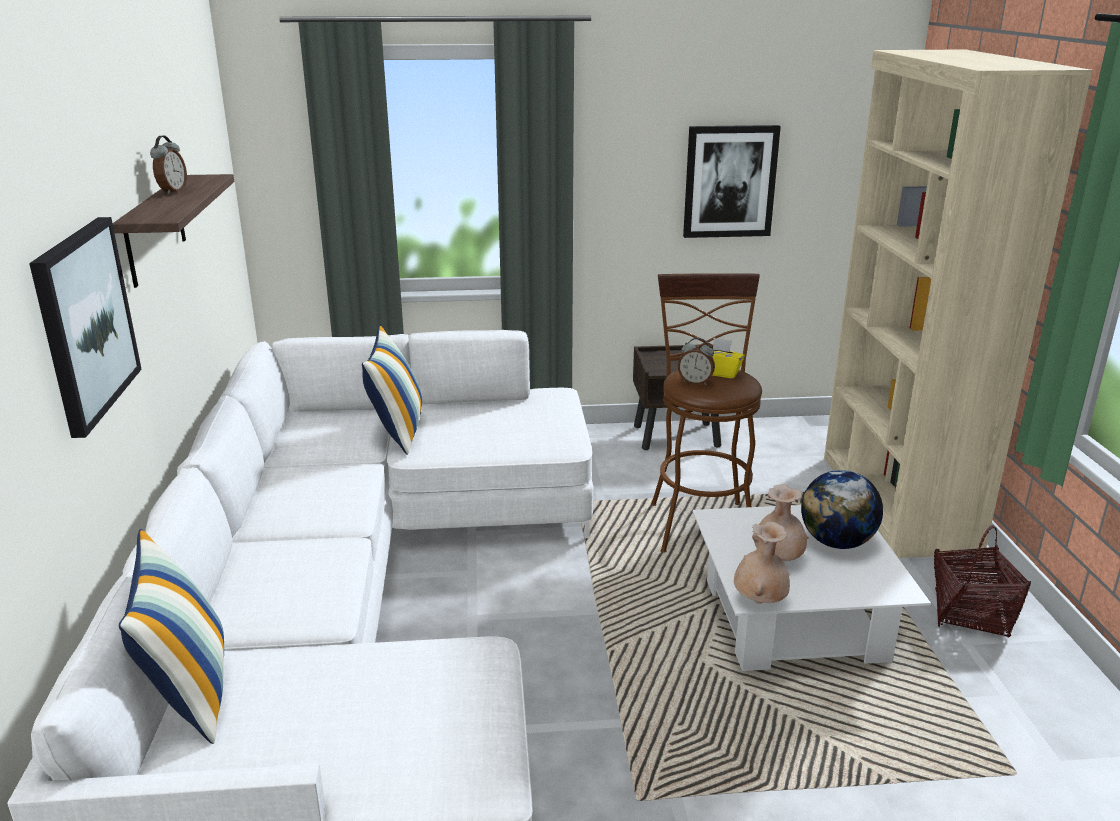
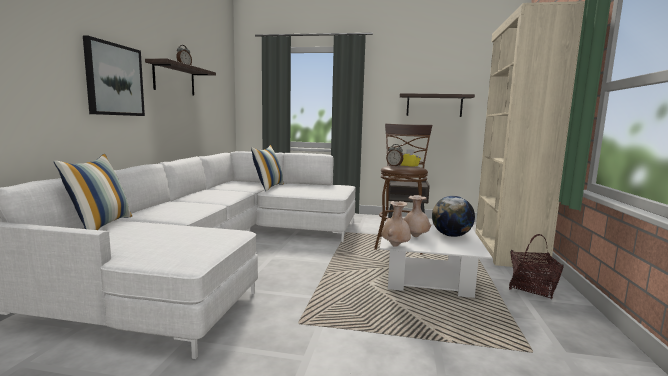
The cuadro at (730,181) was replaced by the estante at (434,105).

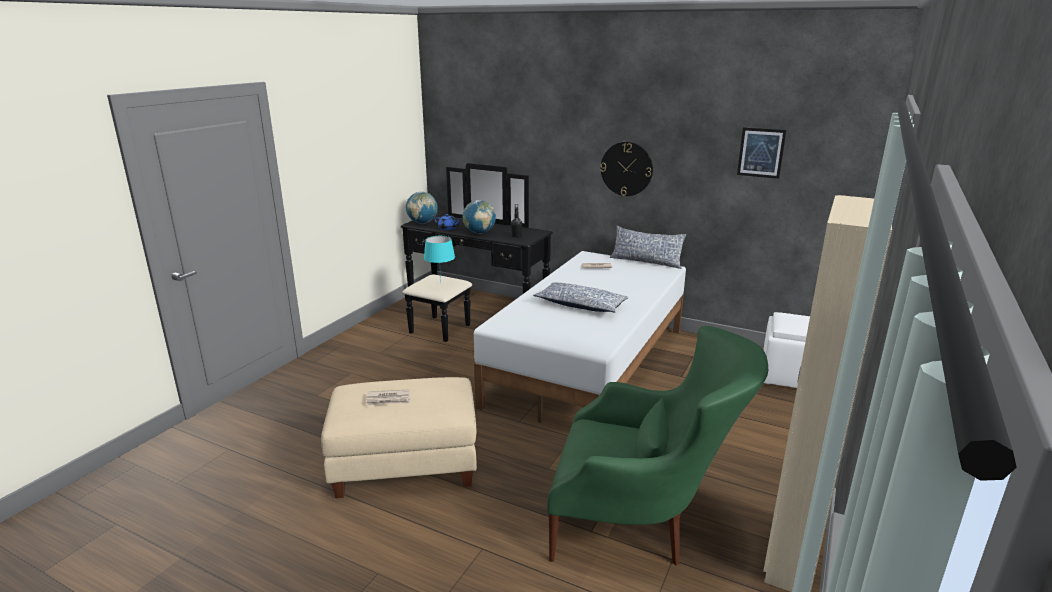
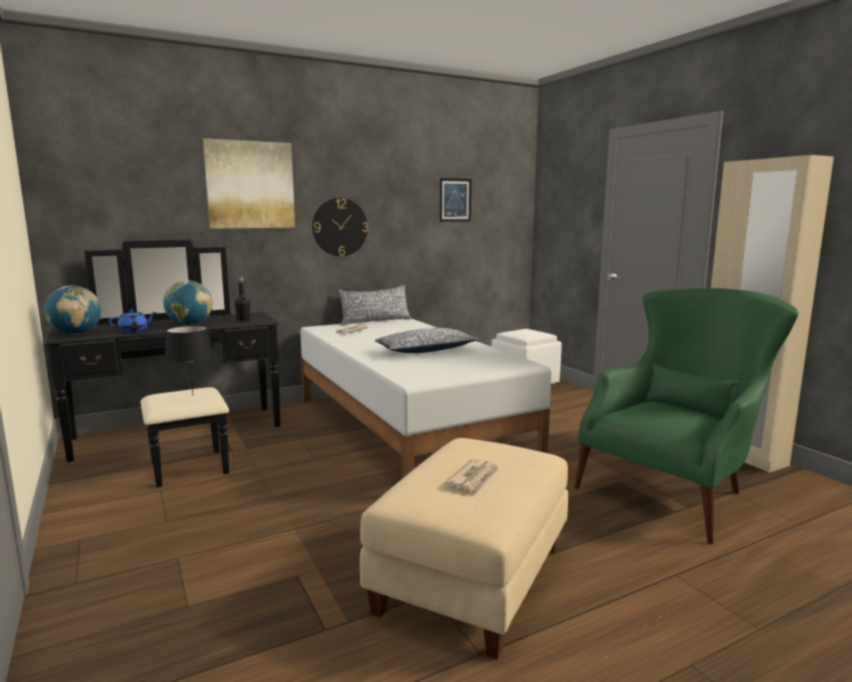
The cuadro at (250,185) appeared. The lámpara de mesa/turquesa at (440,284) became the lámpara de mesa/negro at (192,396).

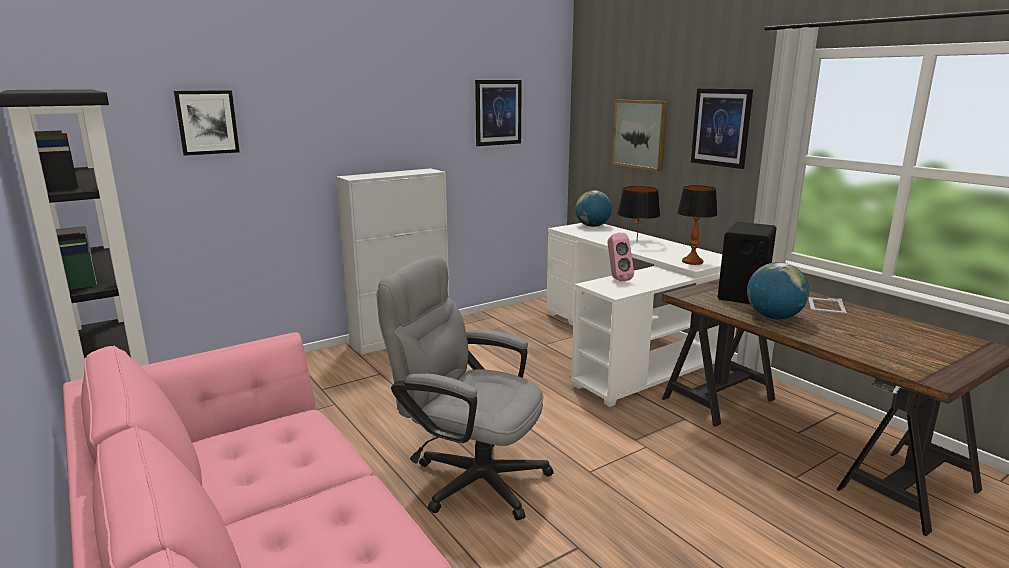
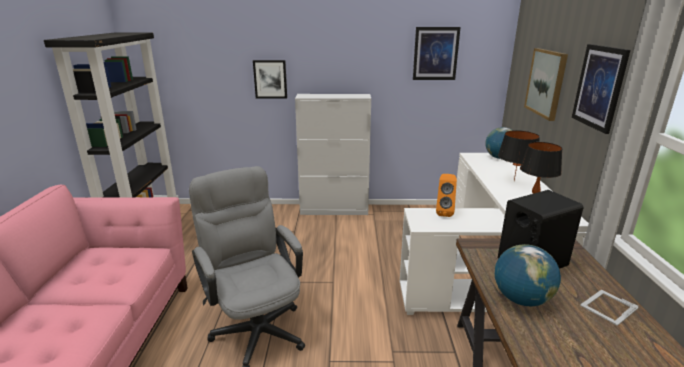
The cuadro moved from (207,122) to (270,79). The altavoz/rosa at (617,279) became the altavoz/naranja at (444,212).

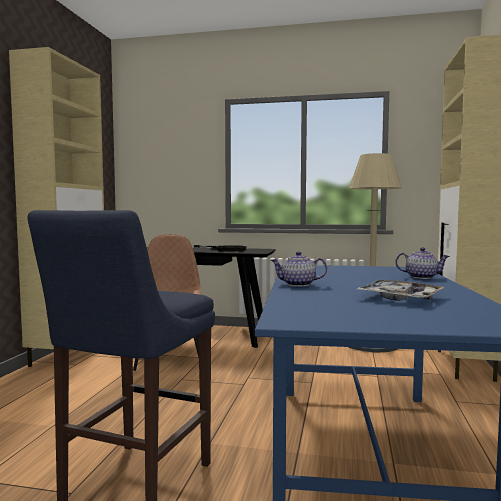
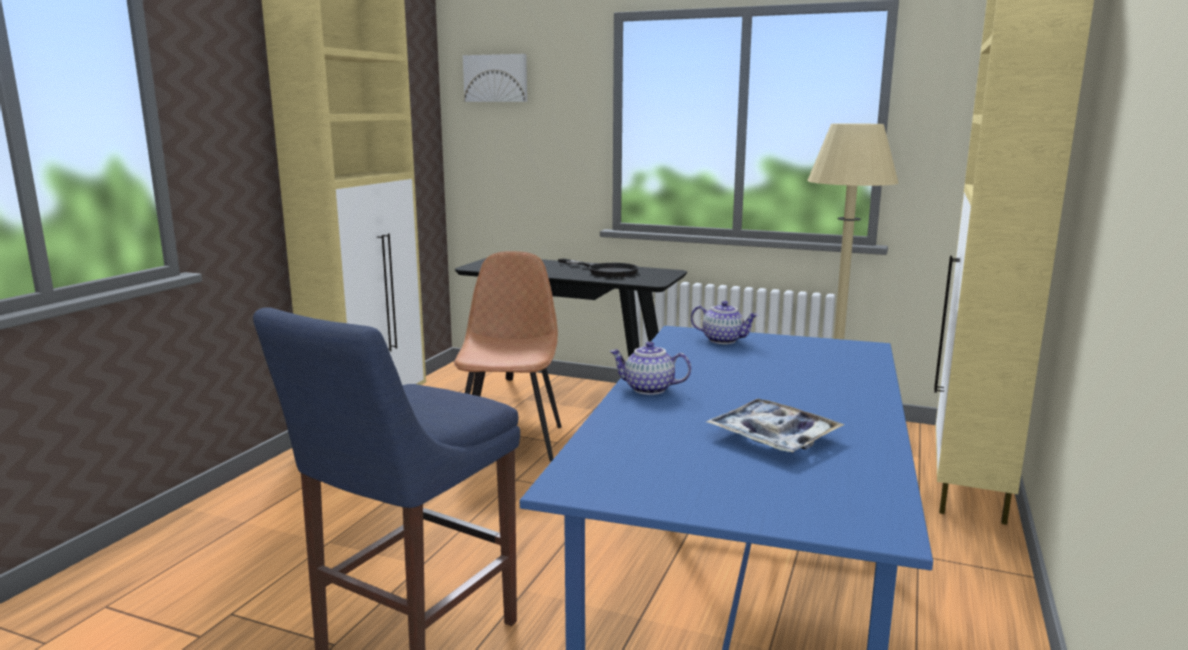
The cuadro at (496,78) appeared. The tetera moved from (421,277) to (723,340).

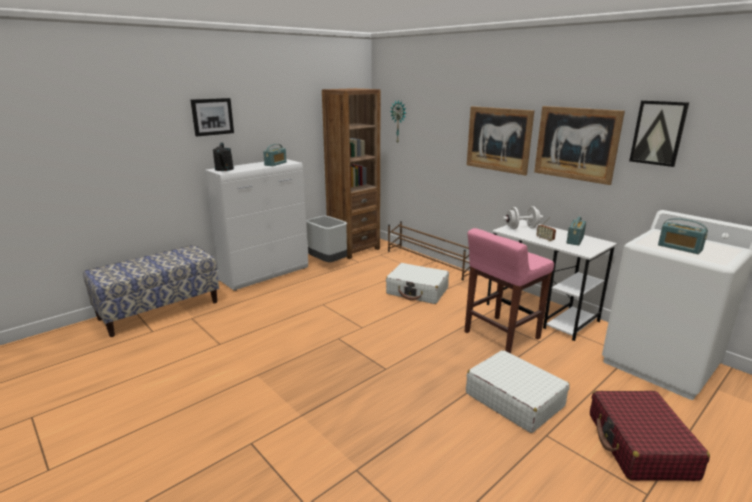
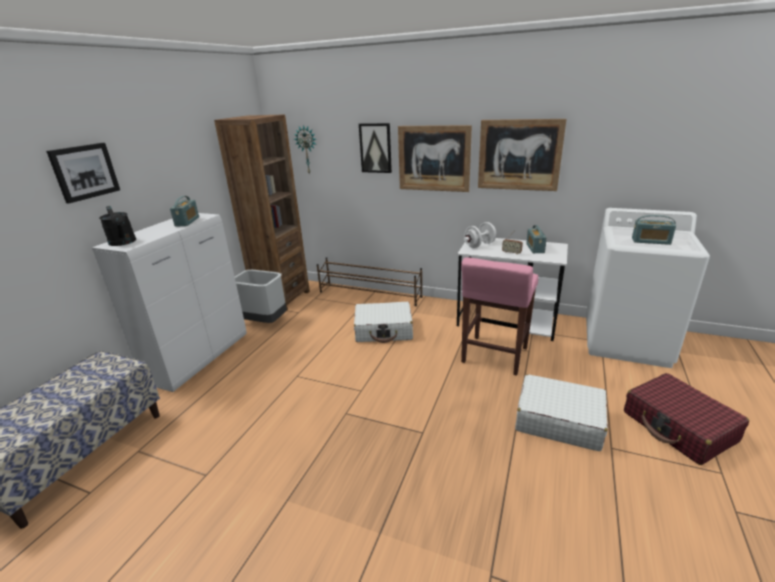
The cuadro moved from (658,133) to (375,148).

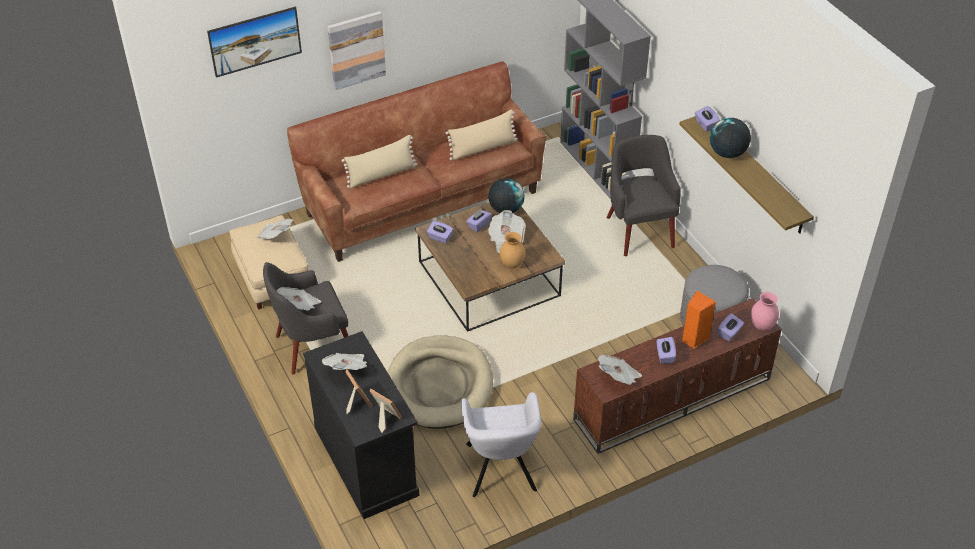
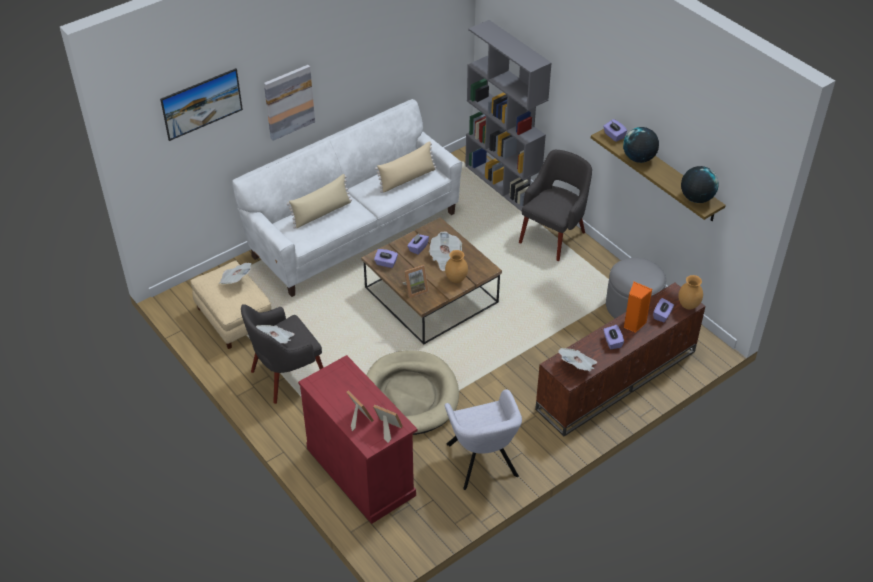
The periódico at (347,369) disappeared. The portarretratos at (415,289) appeared. The globo terráqueo moved from (506,209) to (696,198). The sofá/marrón at (422,203) became the sofá/blanco at (354,234). The armario/negro at (366,460) became the armario/rojo at (361,471). The florero/rosa at (762,326) became the florero/marrón at (688,306). The sillón/gris at (639,231) turned 60 degrees clockwise.

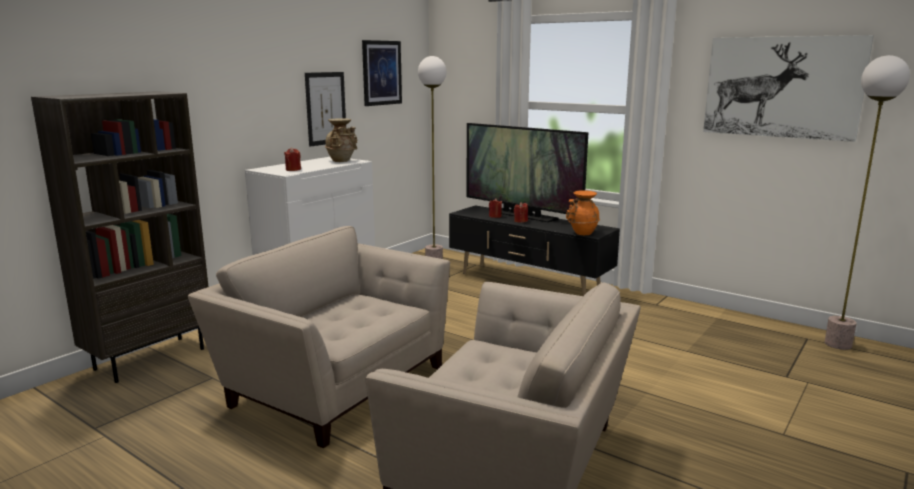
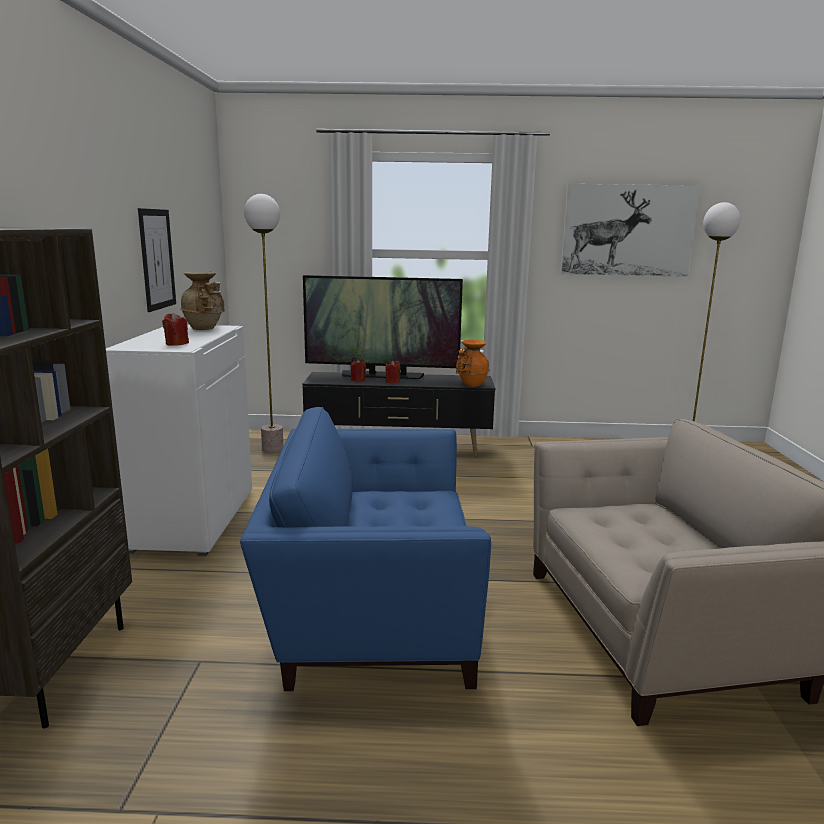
The cuadro at (381,73) disappeared. The sillón/beis at (335,383) became the sillón/azul at (371,610).

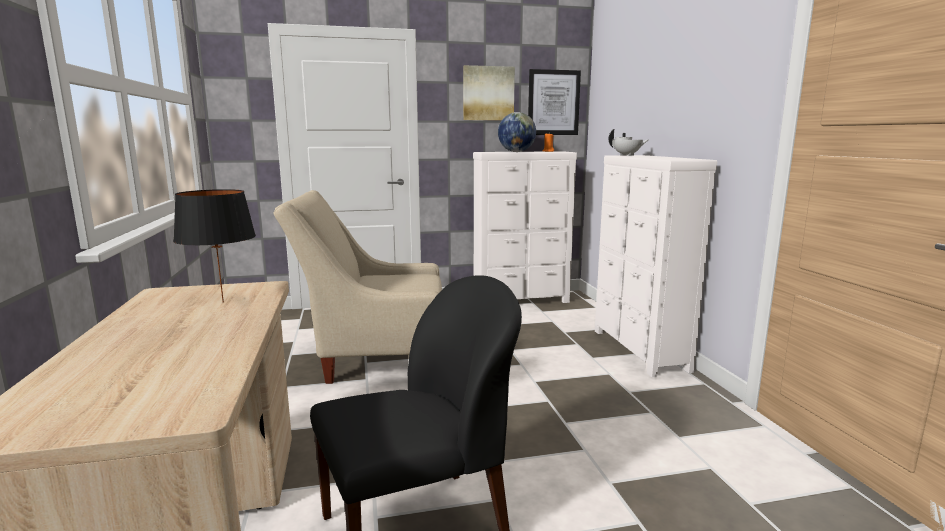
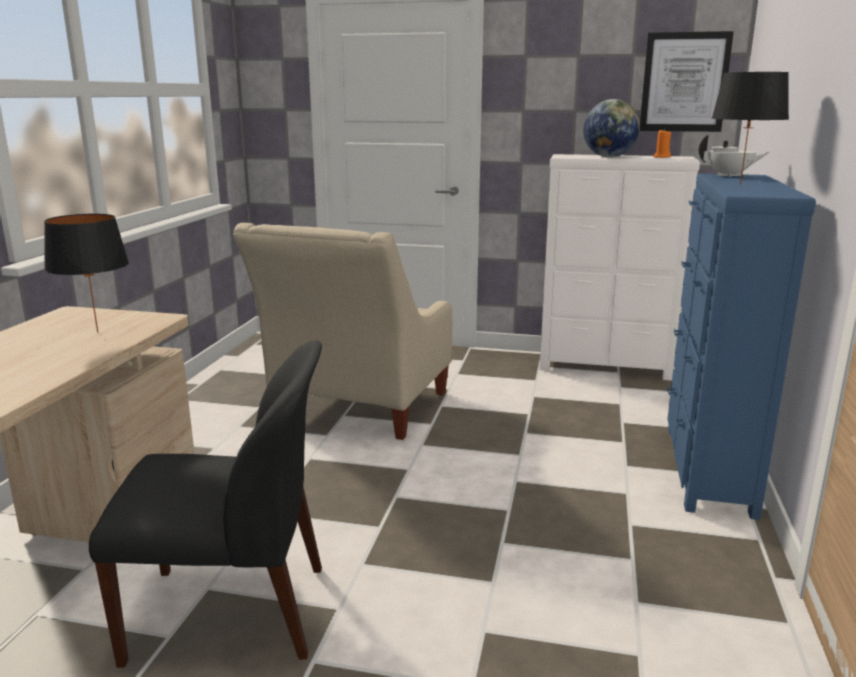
The cuadro at (488,93) disappeared. The lámpara de mesa/negro at (741,184) appeared. The cómoda/blanco at (638,350) became the cómoda/azul at (706,469). The sillón/beis at (373,357) turned 90 degrees counterclockwise.

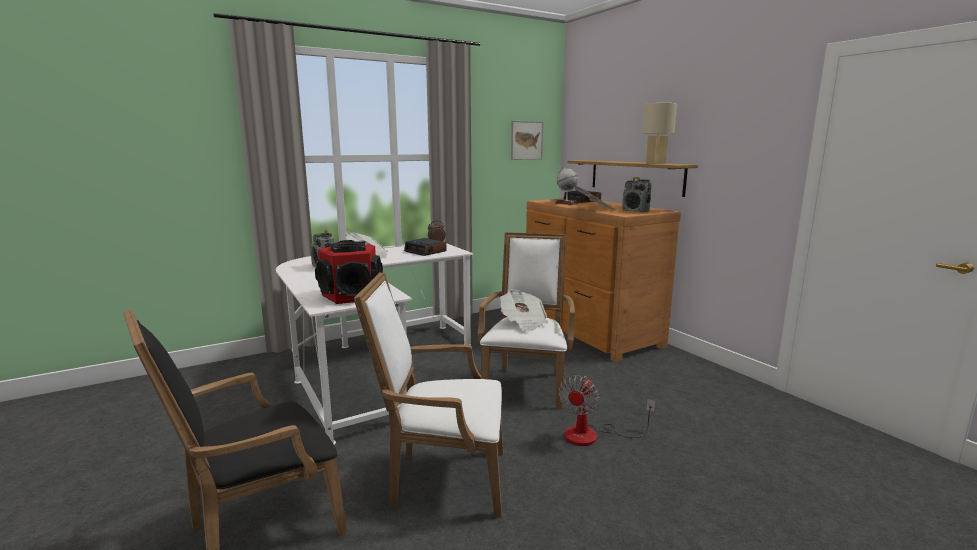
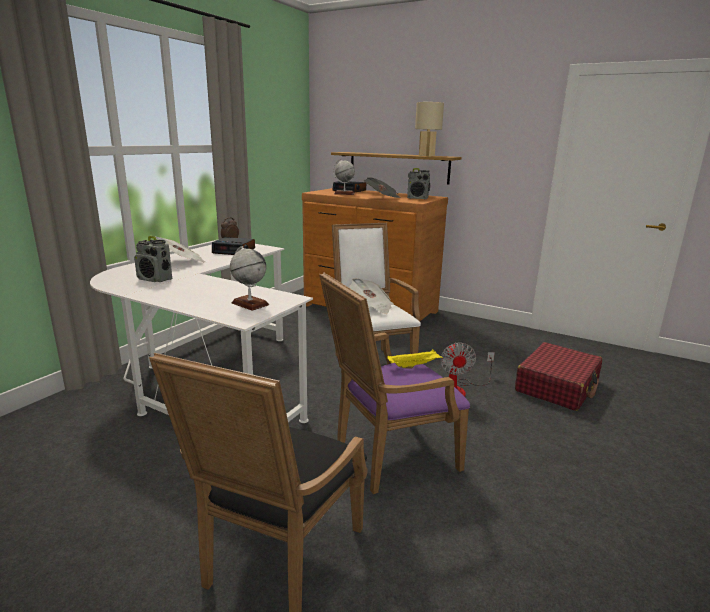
The cuadro at (526,140) disappeared. The bandeja/amarillo at (414,366) appeared. The maleta/rojo at (557,386) appeared. The altavoz at (352,295) was replaced by the globo terráqueo at (250,304). The sillón/blanco at (441,479) became the sillón/morado at (388,458).

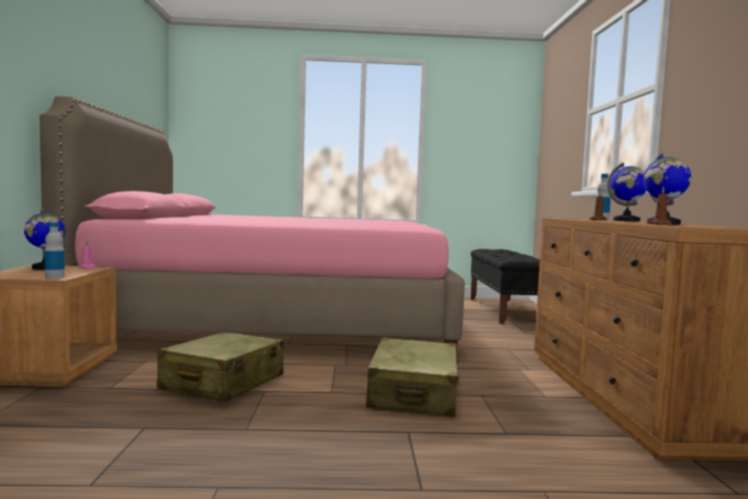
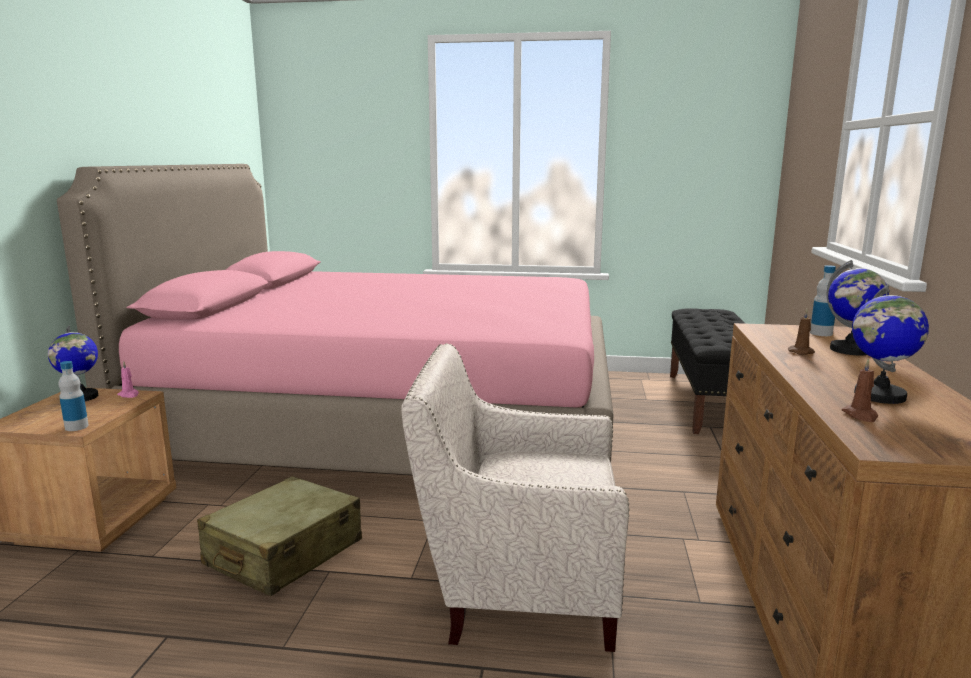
The maleta/beis at (414,394) was replaced by the sillón/beis at (517,587).

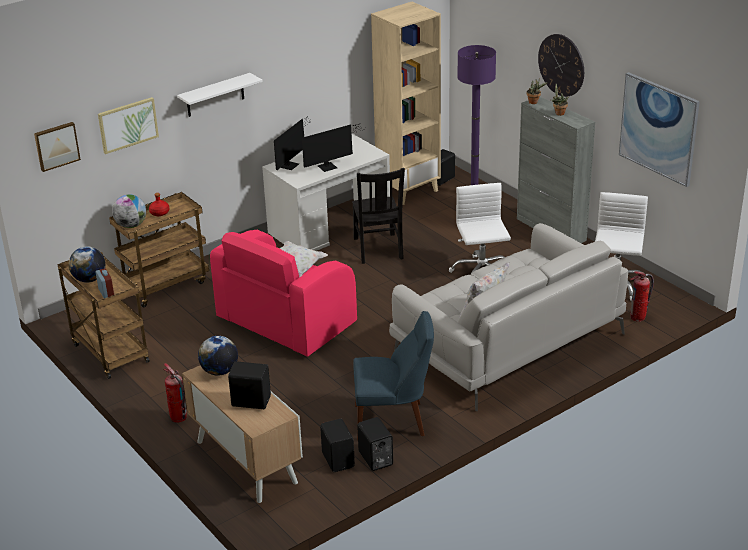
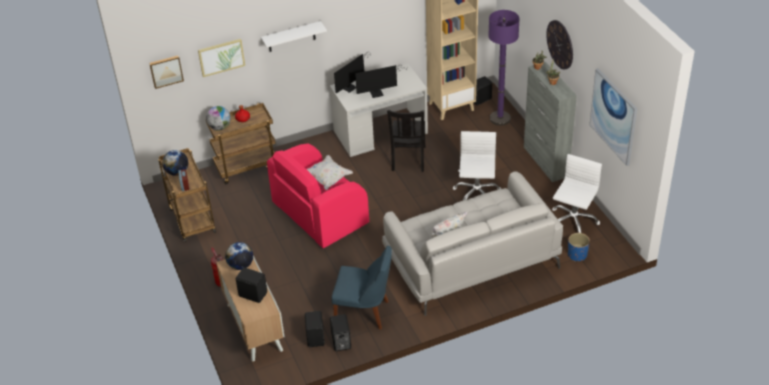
The extintor at (638,317) was replaced by the maceta/azul at (577,255).

